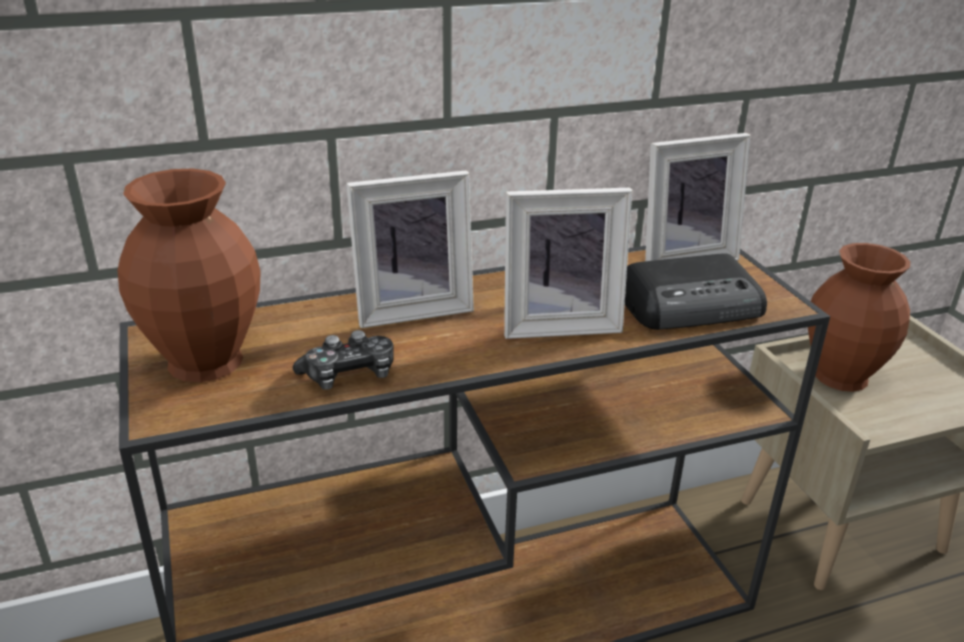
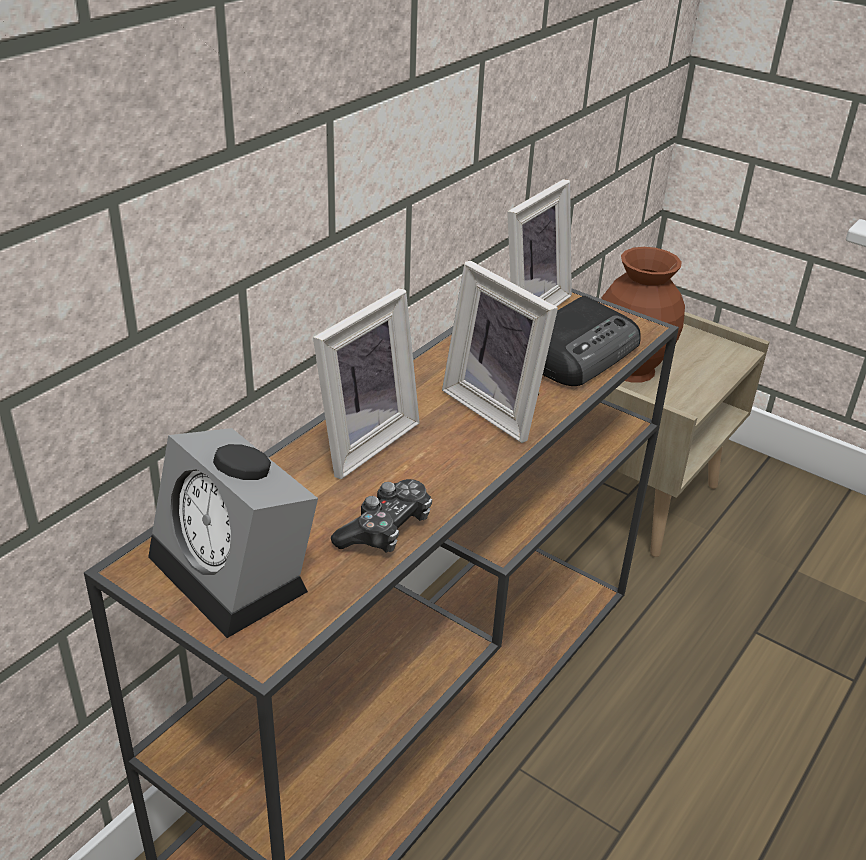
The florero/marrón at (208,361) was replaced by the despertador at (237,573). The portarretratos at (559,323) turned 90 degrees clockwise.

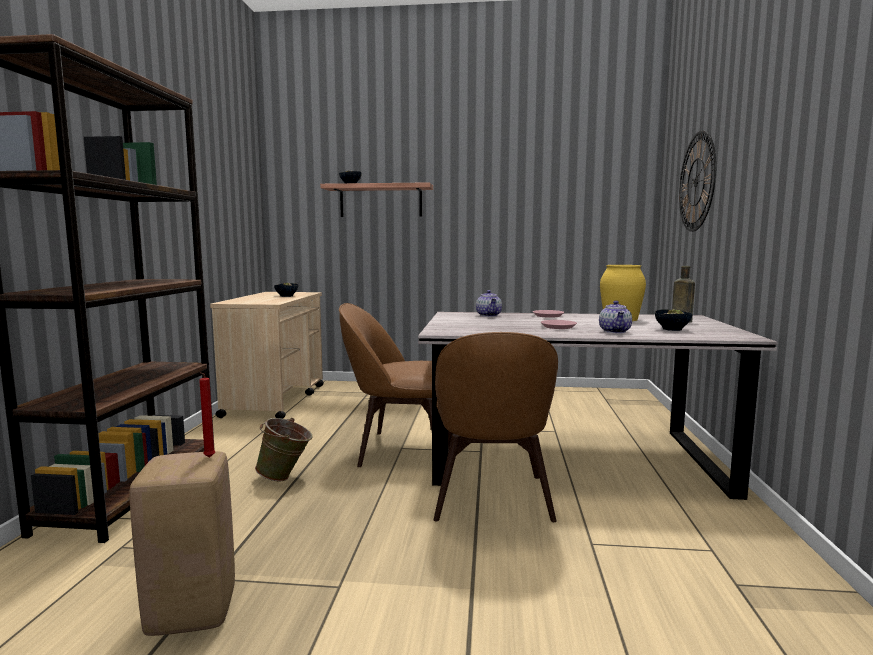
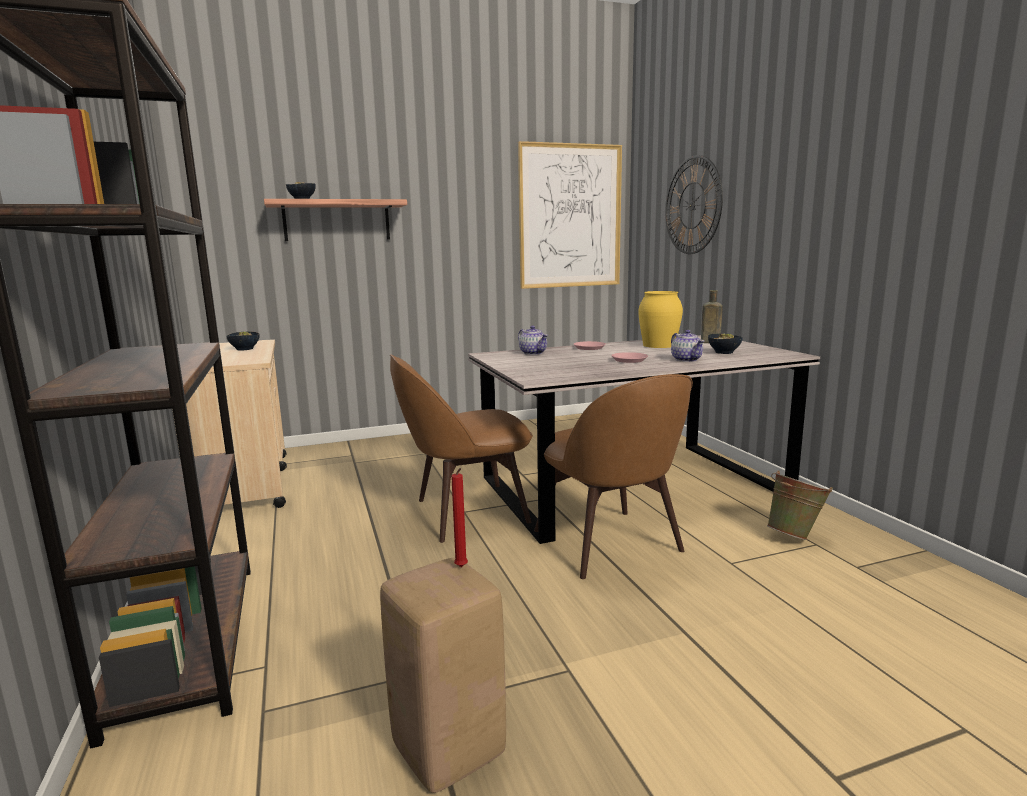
The cuadro at (570,216) appeared. The cubo/verde moved from (285,478) to (795,535).

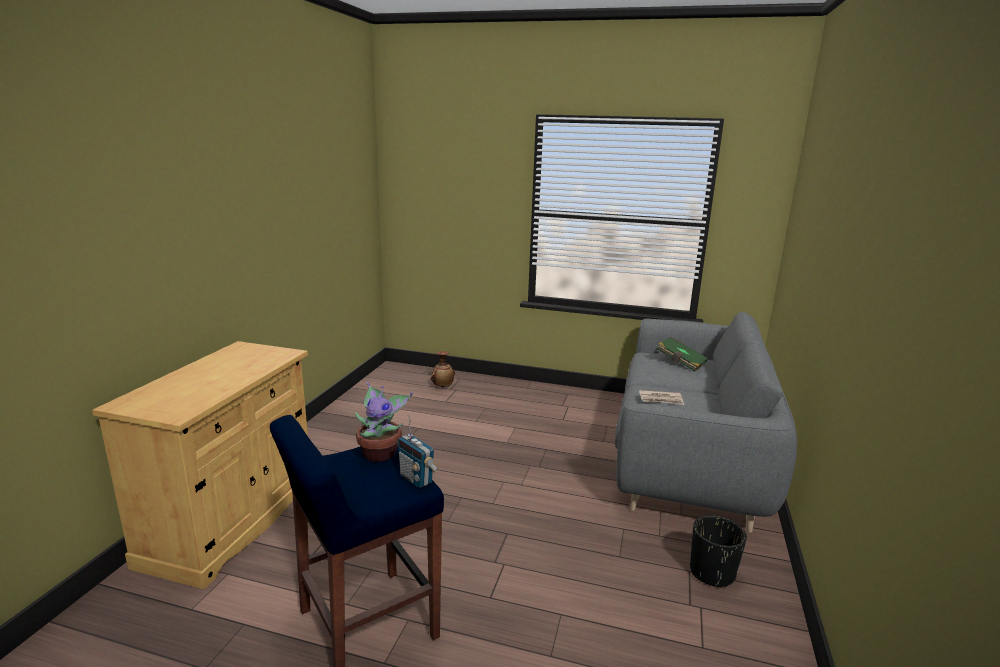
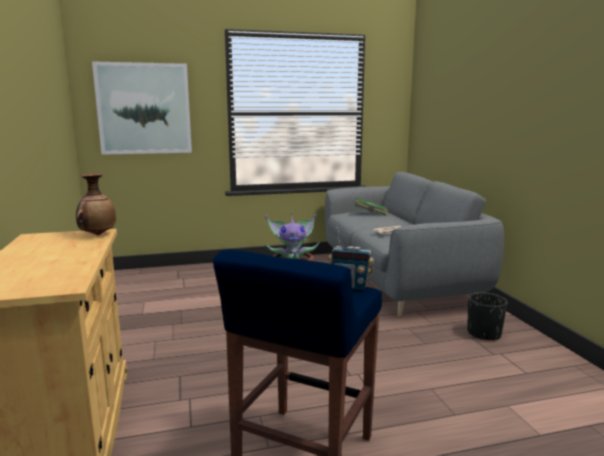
The cuadro at (144,109) appeared. The florero moved from (442,386) to (97,234).

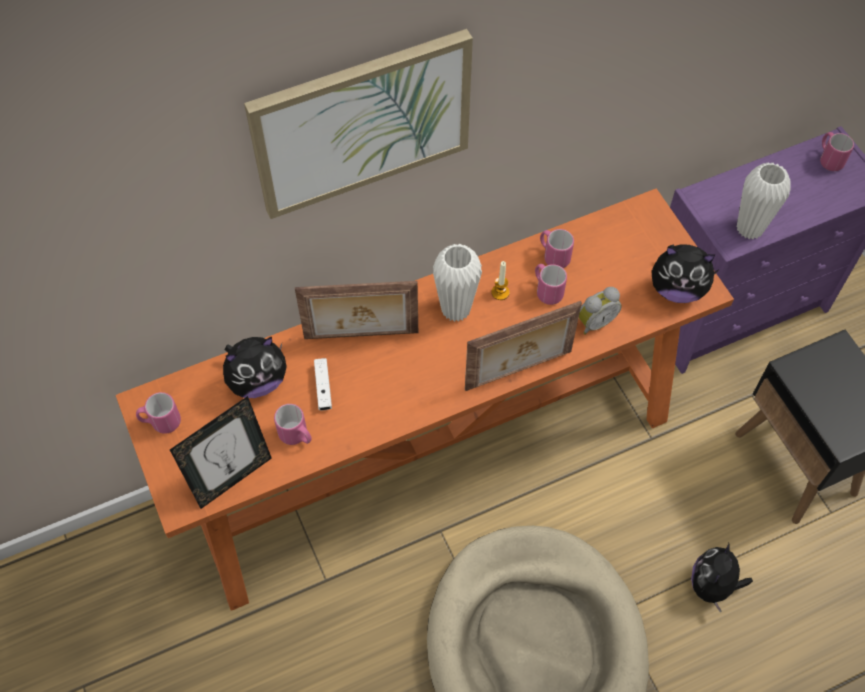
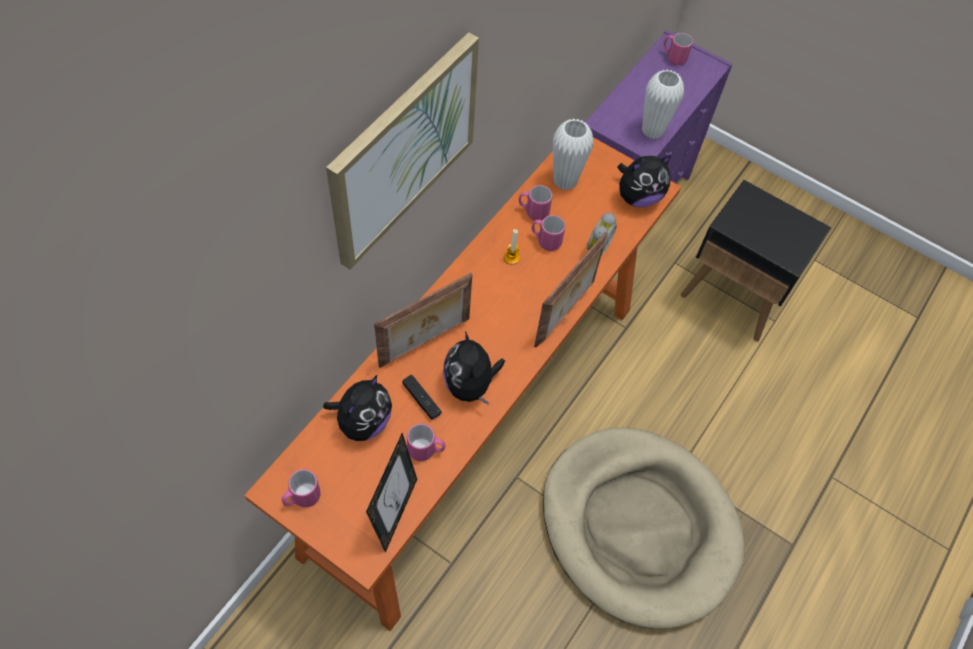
The florero/blanco moved from (455,309) to (565,181). The peluche moved from (712,585) to (470,385). The mando de consola/blanco at (323,387) became the mando de consola/negro at (421,400).

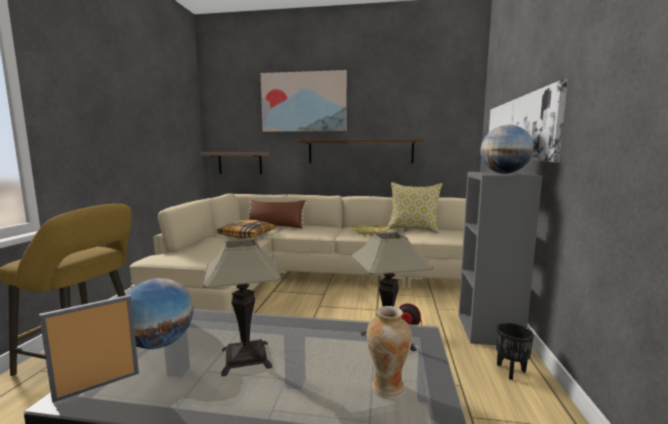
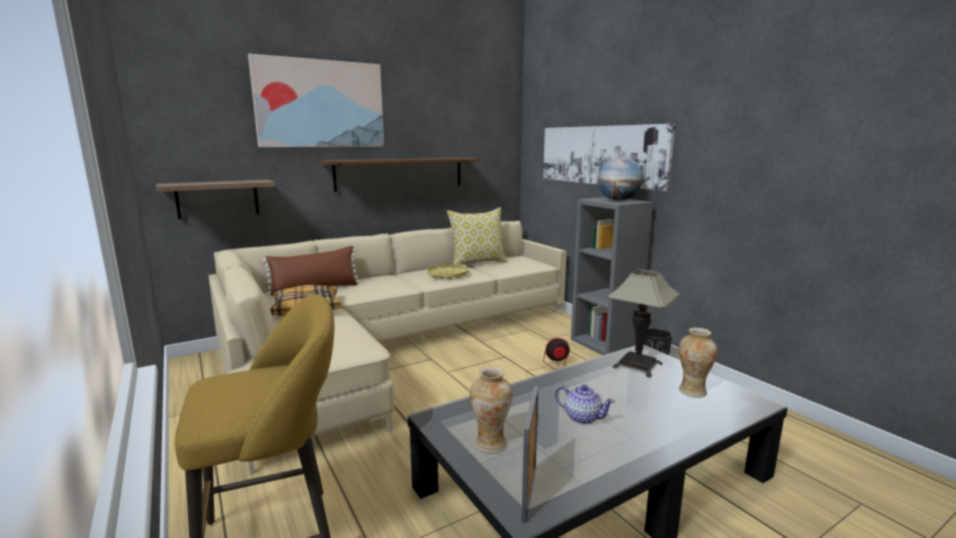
The globo terráqueo at (159,344) was replaced by the florero at (490,443). The lámpara de mesa at (246,358) was replaced by the tetera at (582,417).

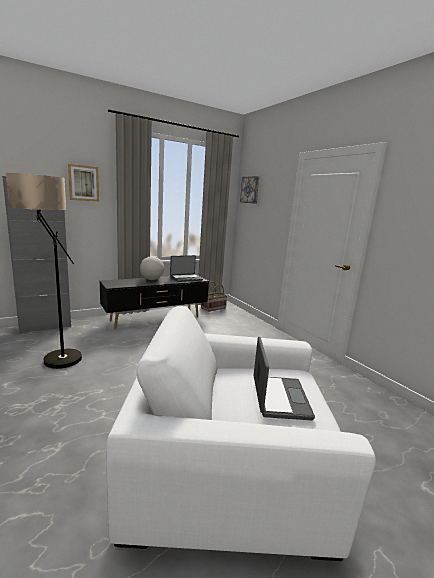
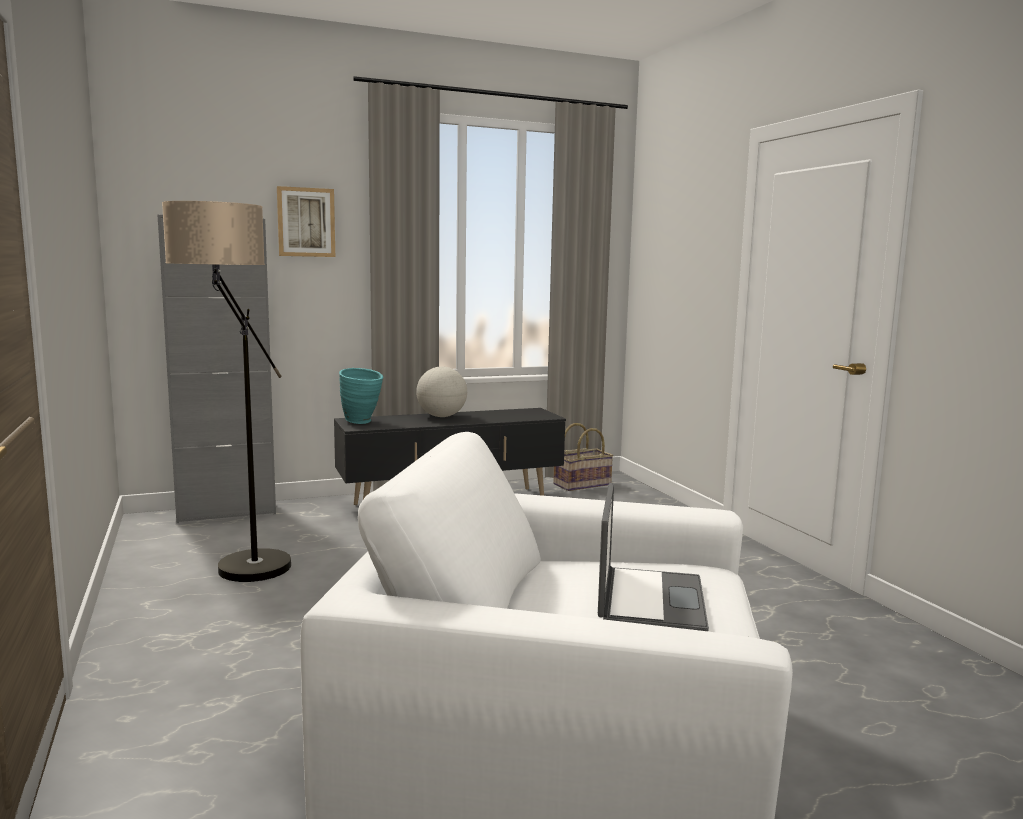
The portátil at (186,278) disappeared. The cuadro at (250,190) disappeared. The florero/turquesa at (362,422) appeared.

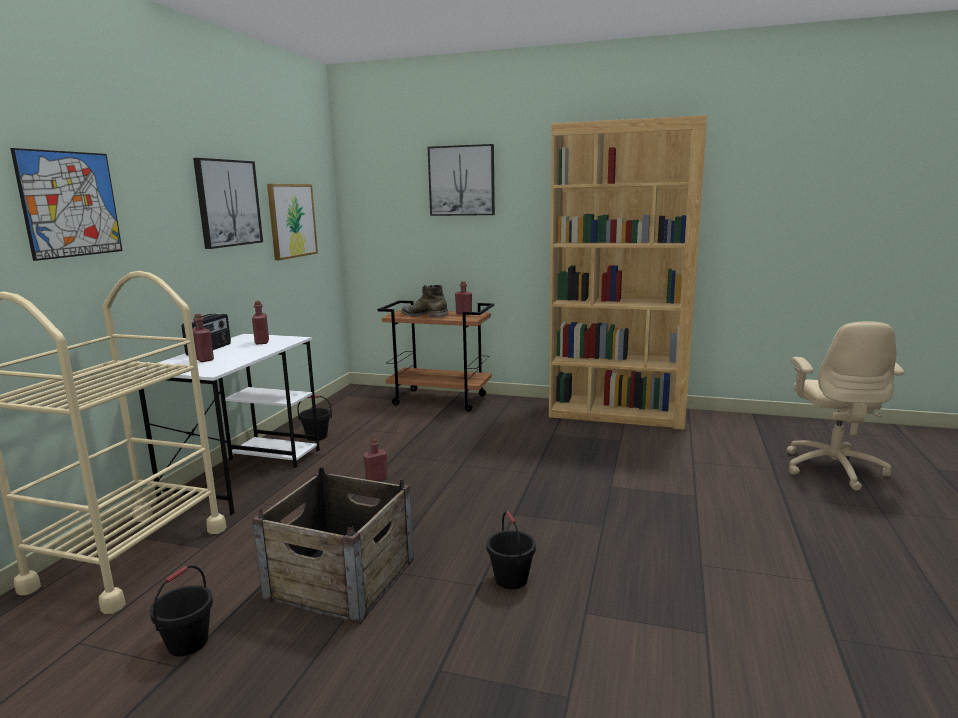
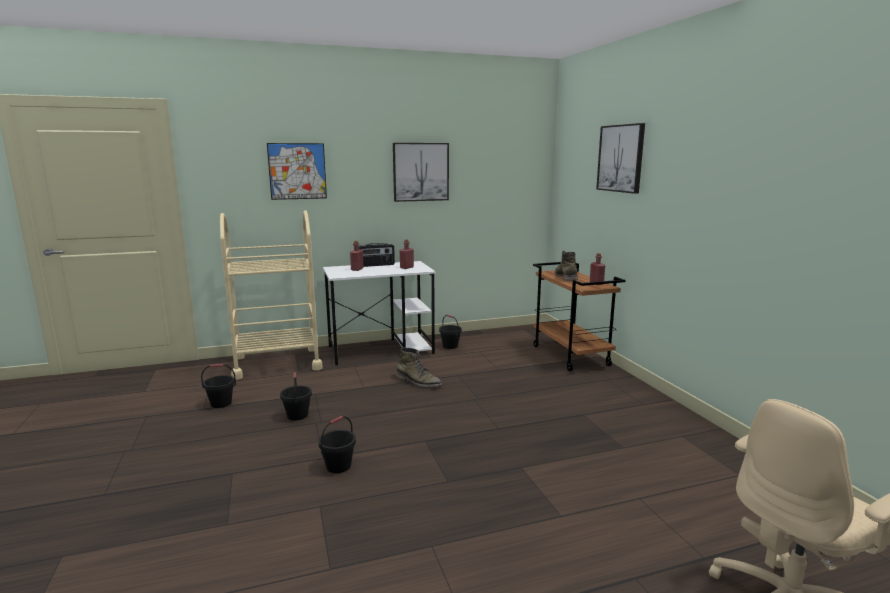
The cuadro at (292,220) disappeared. The estantería/marrón at (617,413) disappeared. The caja de embalaje at (340,579) was replaced by the cubo/negro at (297,415). The botella/rojo at (376,479) was replaced by the bota/verde at (418,382).

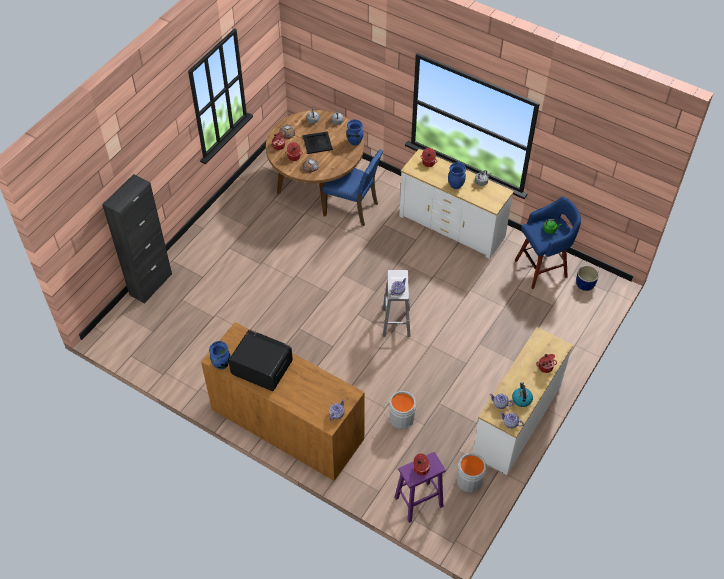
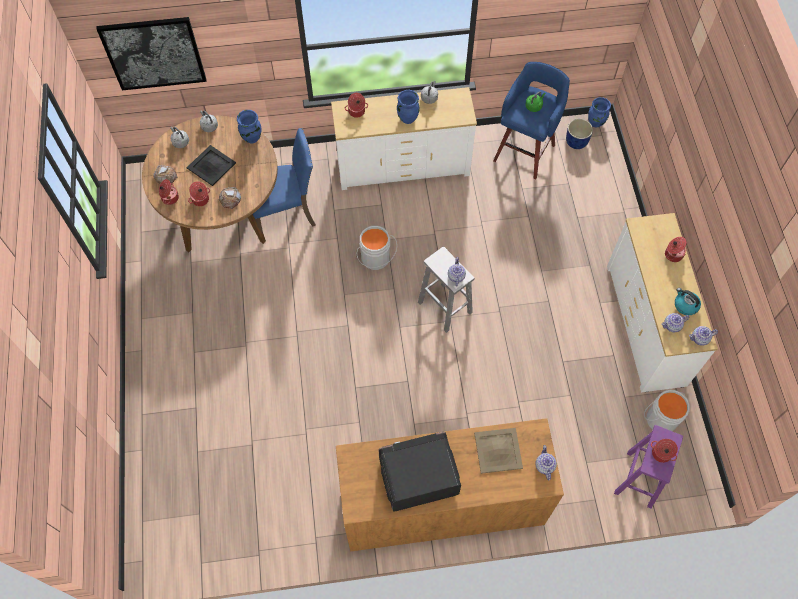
The armario/negro at (151,284) disappeared. The cuadro at (154,53) appeared. The bandeja/beis at (498,451) appeared. The florero/azul moved from (221,364) to (596,123). The cubo/gris moved from (401,420) to (376,259).

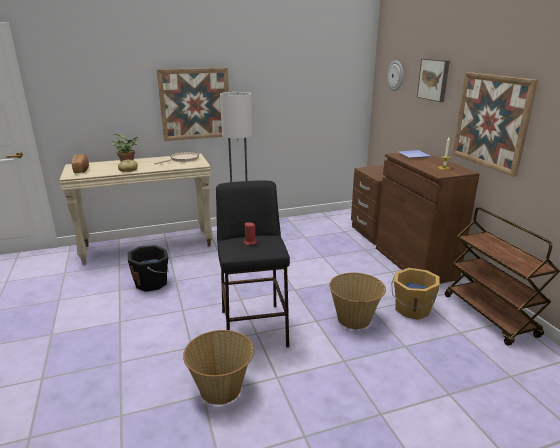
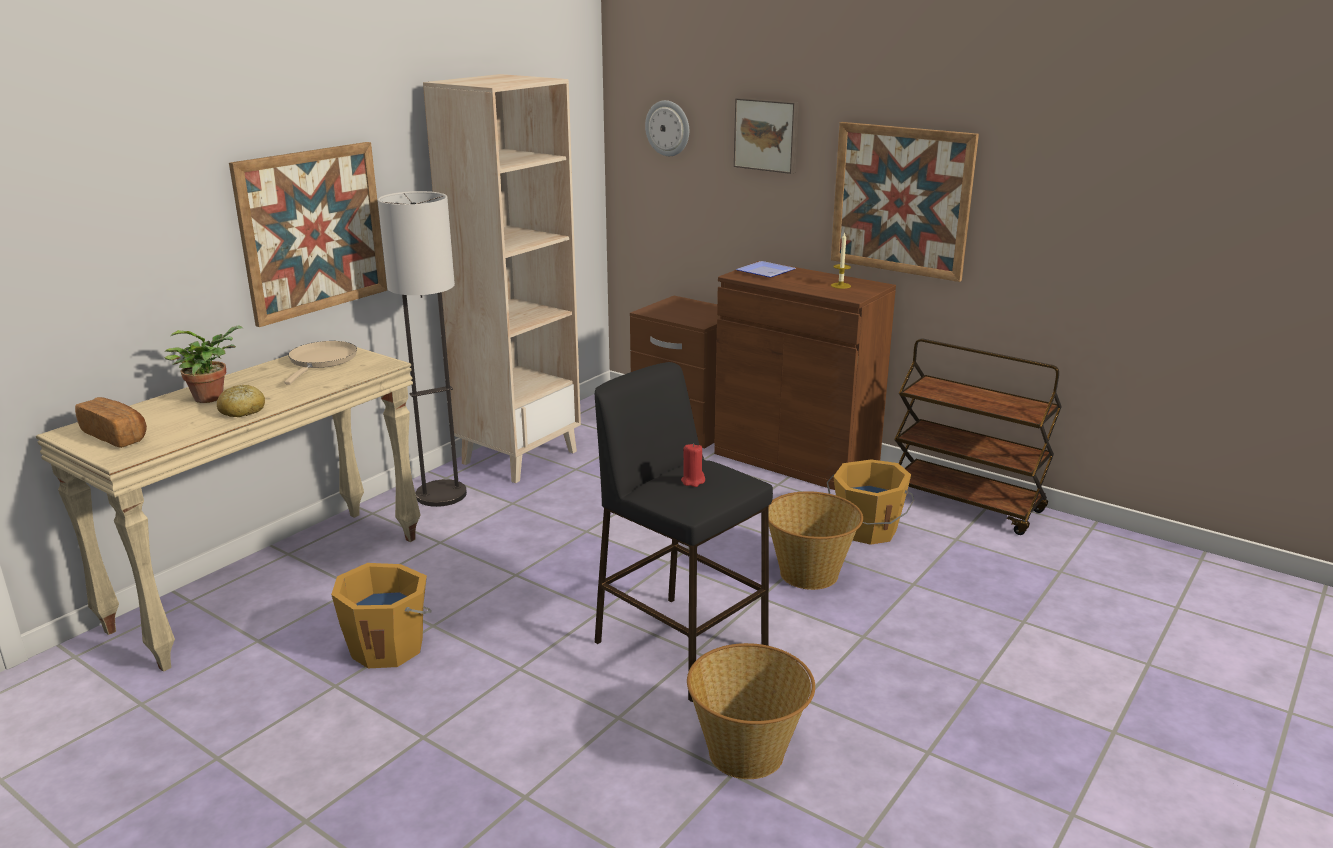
The estantería/beis at (519,457) appeared. The cubo/negro at (152,283) became the cubo/naranja at (389,646).

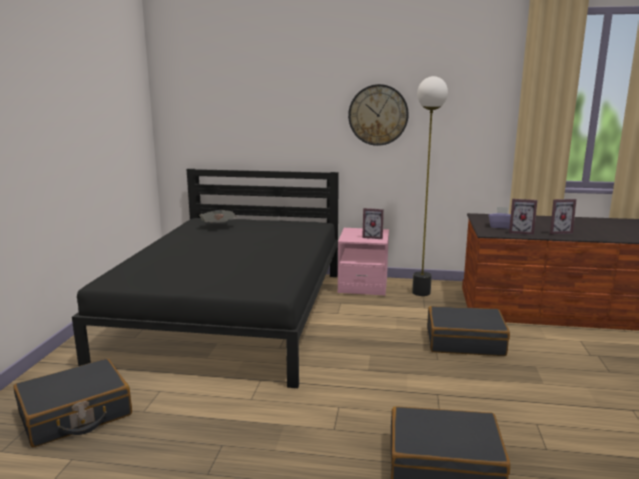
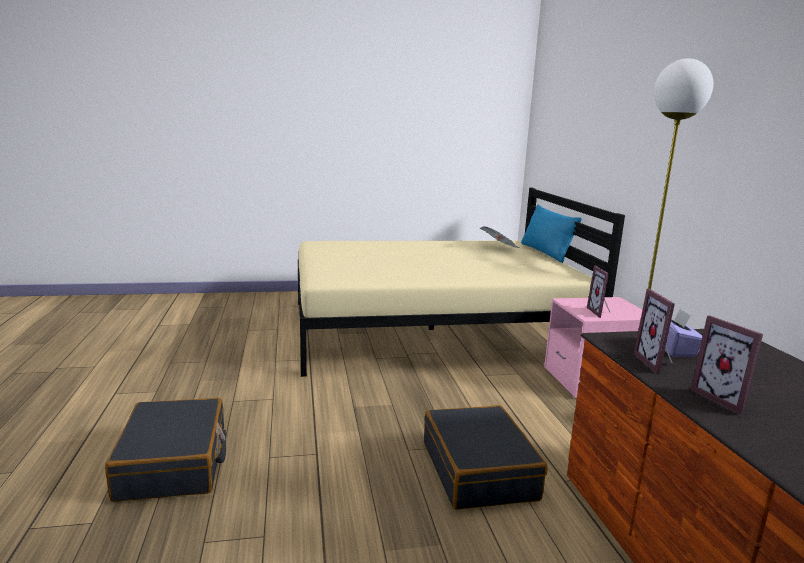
The maleta/negro at (75,415) disappeared. The reloj de pared at (378,115) disappeared. The cojín/azul at (545,252) appeared. The cama/negro at (234,314) became the cama/beis at (433,329).

